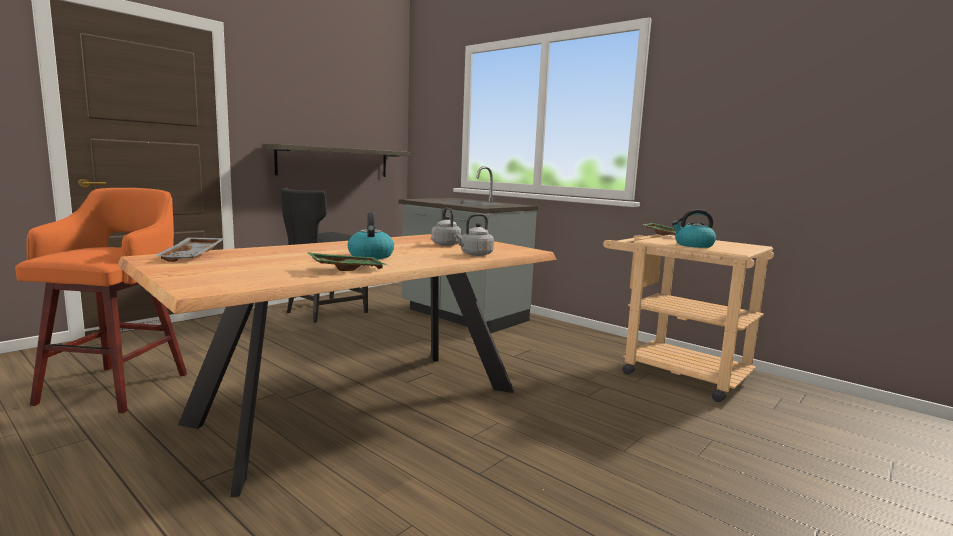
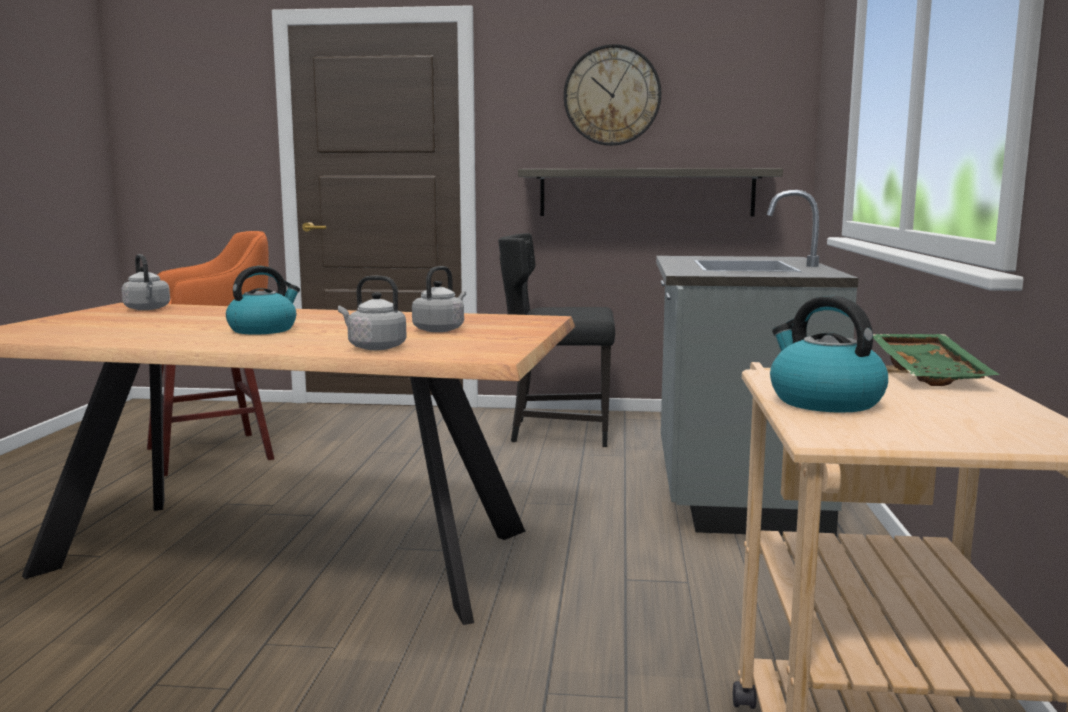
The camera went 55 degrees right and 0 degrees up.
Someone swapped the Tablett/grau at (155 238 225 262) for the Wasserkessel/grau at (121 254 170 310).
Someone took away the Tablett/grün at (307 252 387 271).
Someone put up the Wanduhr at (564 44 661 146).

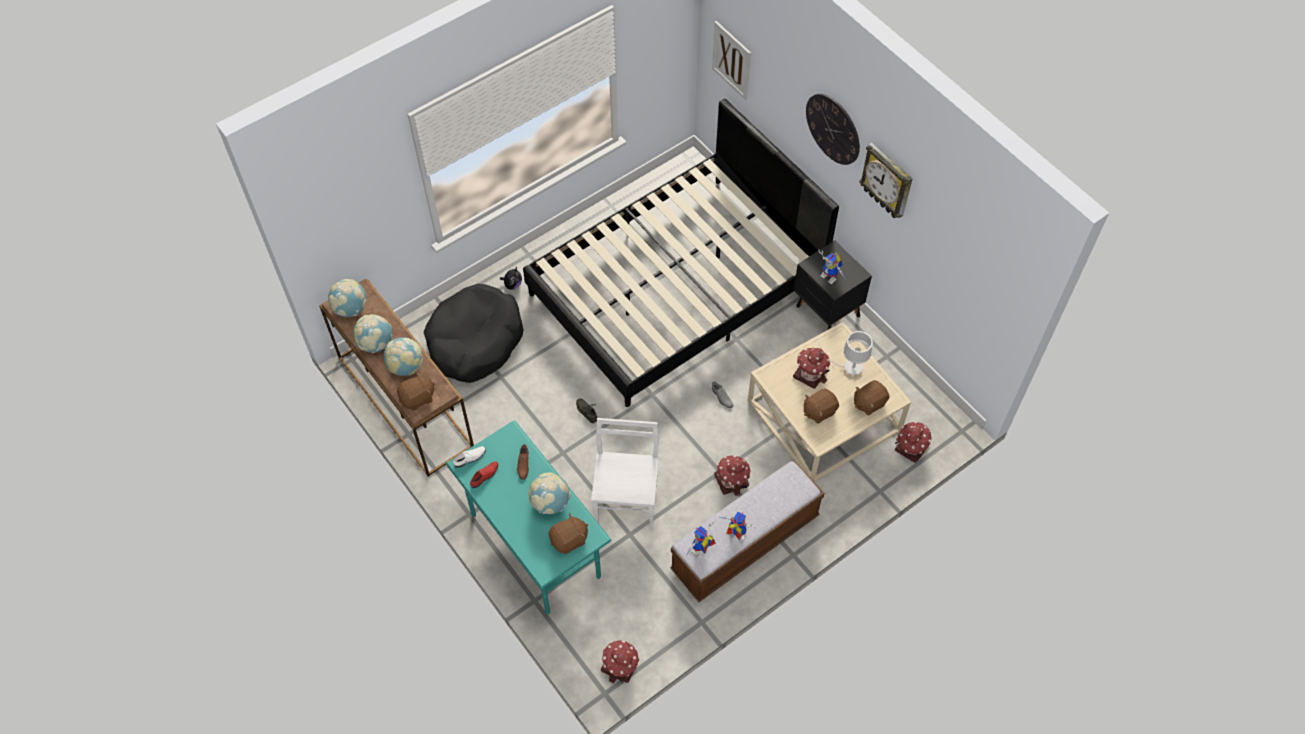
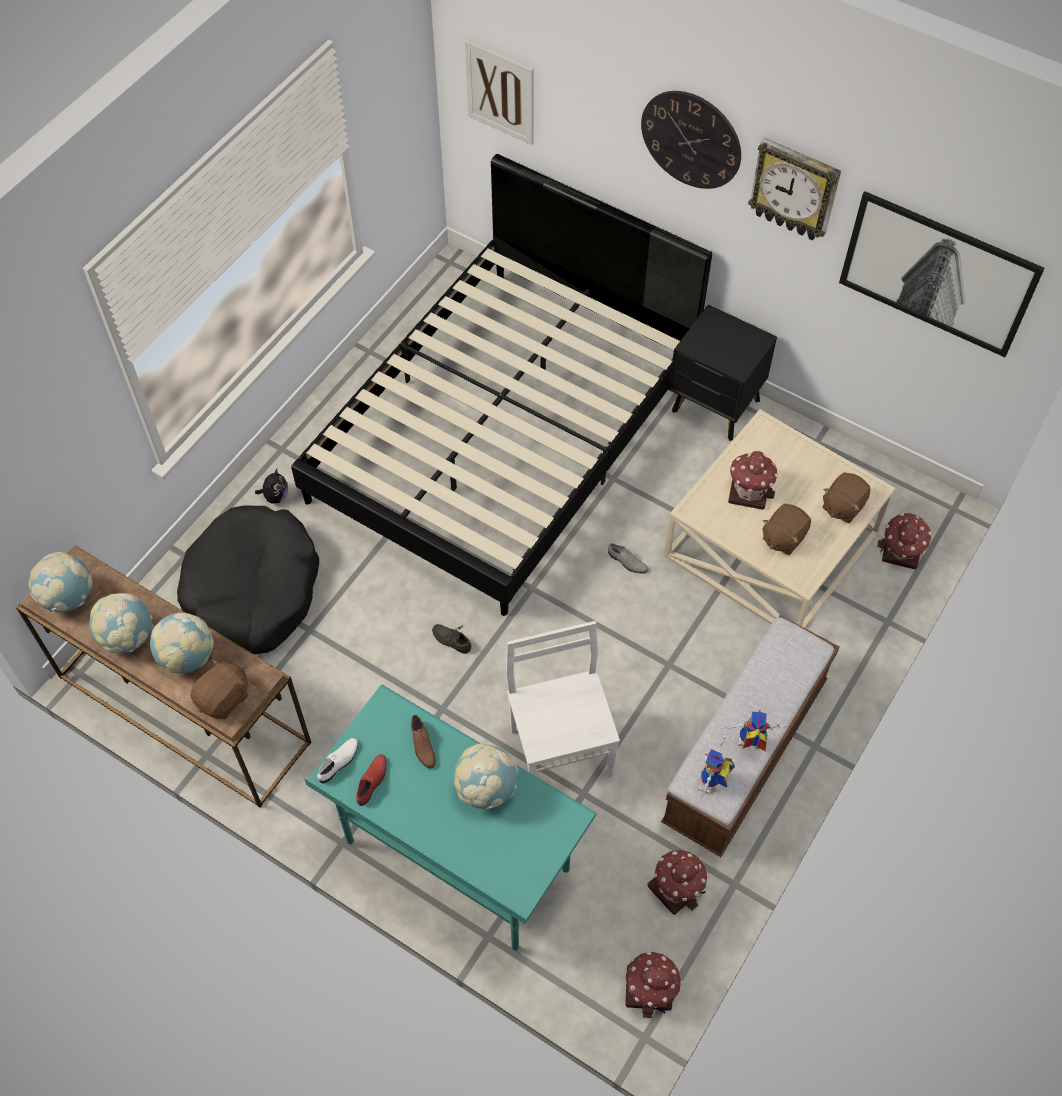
The camera went 20 degrees left and 0 degrees up.
Someone took away the Plüschtier/braun at (549 513 588 554).
Someone carried the Spielzeughaus from (714 455 751 496) to (647 850 707 915).
Someone took away the Spielzeugroboter at (818 250 845 285).
Someone took away the Tischlampe/weiß at (818 331 873 375).
Someone put up the Bild at (839 191 1045 357).

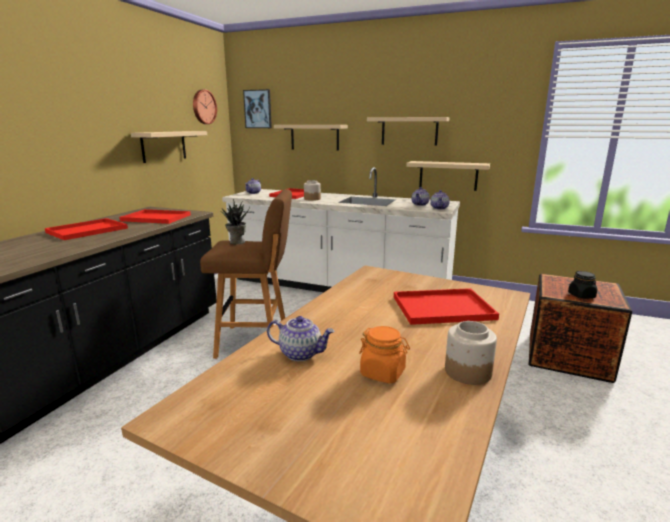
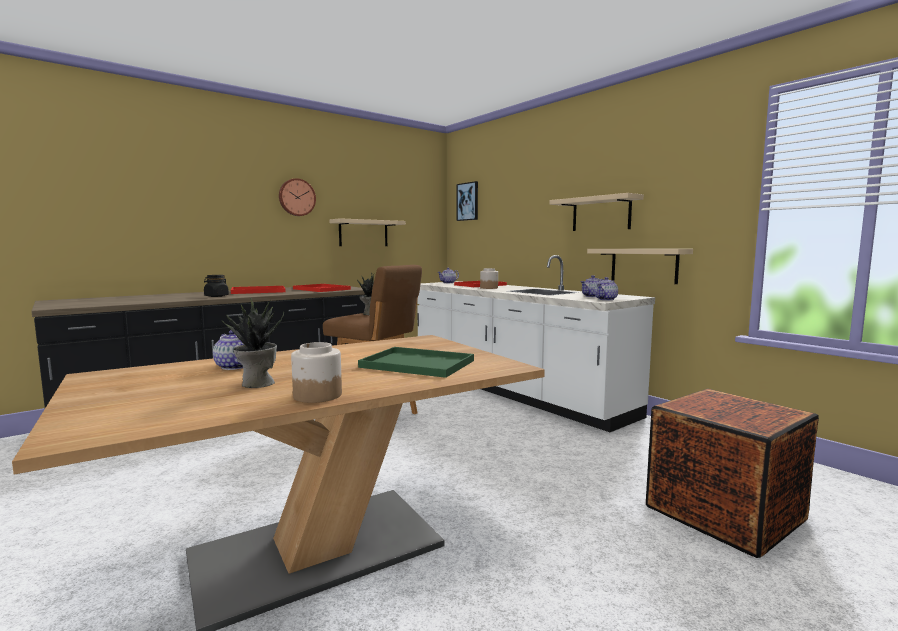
The camera went 30 degrees right and 10 degrees down.
Someone carried the Wanduhr from (193 90 217 124) to (279 178 316 216).
Someone took away the Wandregal/beige at (274 125 348 151).
Someone swapped the Vorratsglas/orange at (359 326 410 383) for the Topfpflanze at (222 298 284 388).
Someone repainted the Tablett/rot at (394 288 499 325), which became the Tablett/grün at (358 347 474 378).
Someone carried the Vorratsglas/schwarz from (568 271 597 299) to (204 275 229 297).

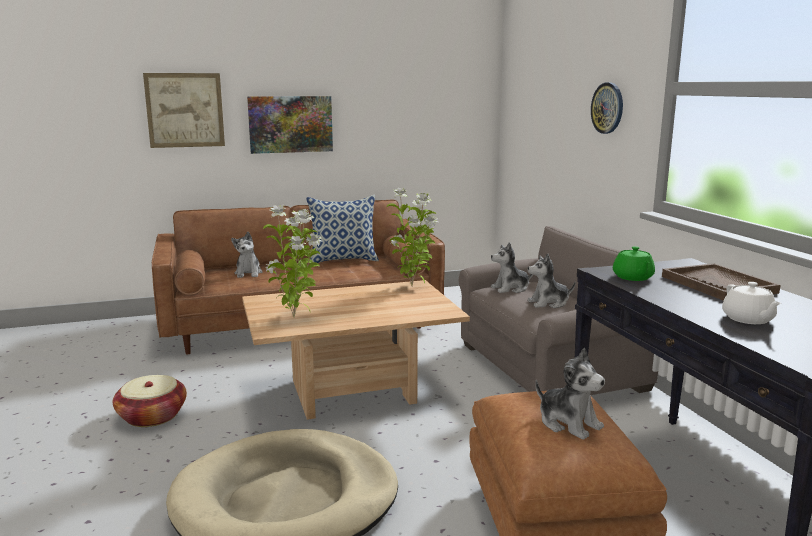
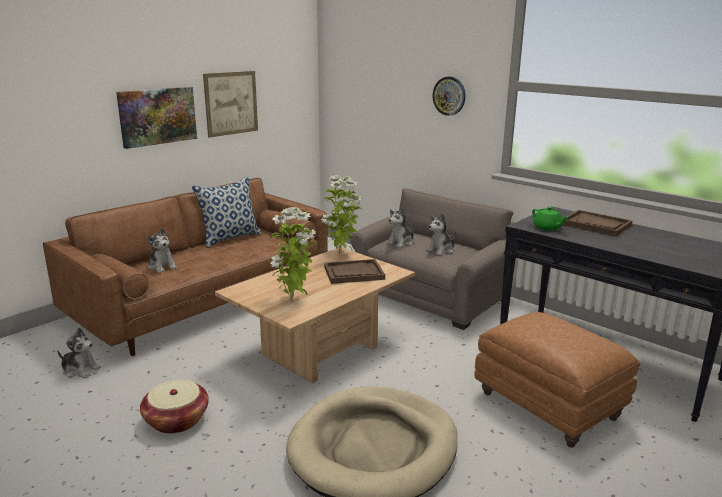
The camera went 30 degrees left and 5 degrees up.
Someone carried the Bild from (143 73 225 148) to (203 71 258 138).
Someone carried the Plüschtier from (535 348 605 440) to (57 328 101 378).
Someone took away the Teekanne/weiß at (722 282 782 324).
Someone put down the Tablett/braun at (324 259 385 284).

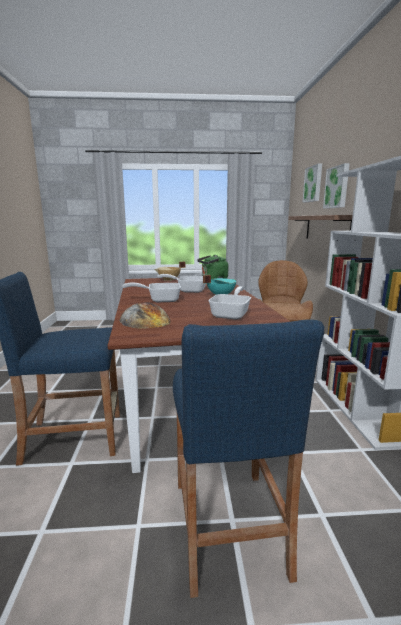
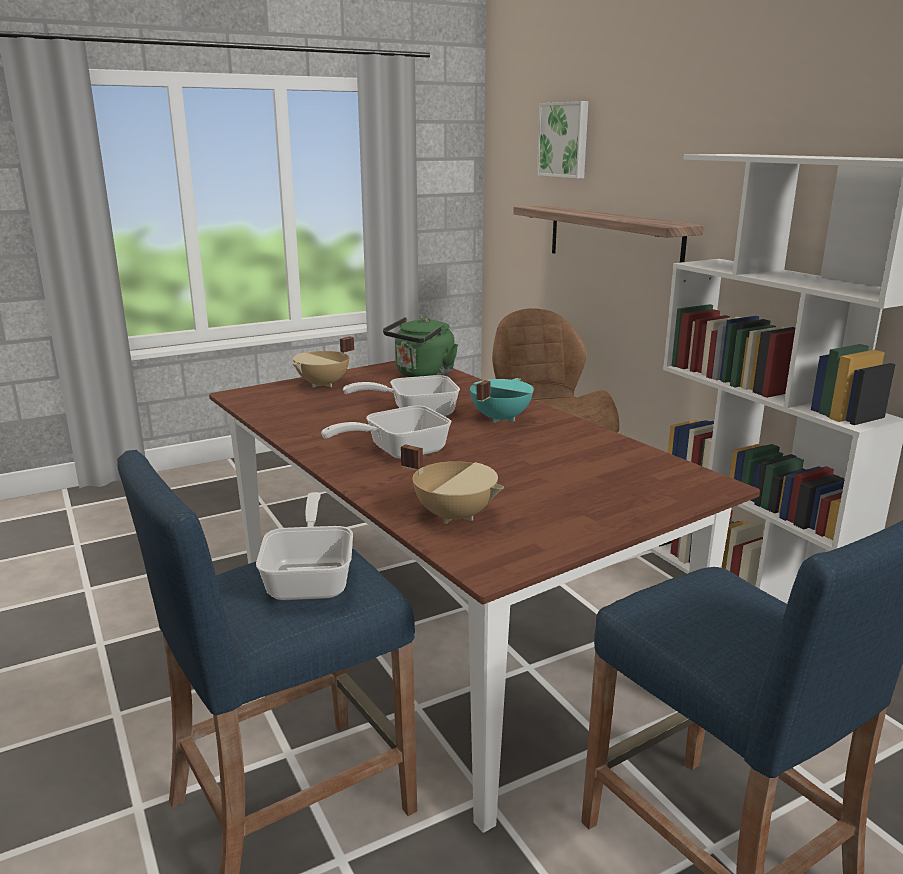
The camera went 25 degrees left and 5 degrees up.
Someone swapped the Brot at (120 302 171 329) for the Kochtopf/beige at (401 444 504 524).
Someone carried the Pfanne from (208 286 251 320) to (256 492 353 600).
Someone took away the Bild at (323 163 350 209).

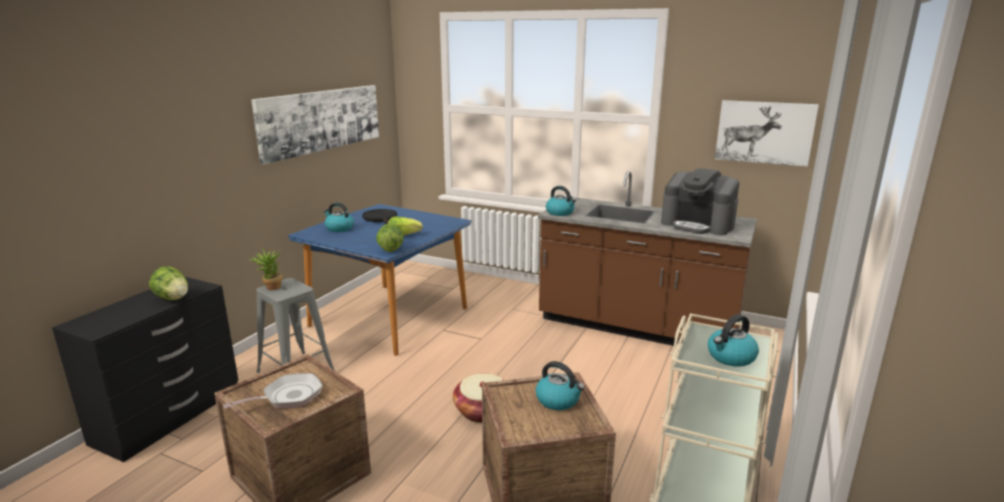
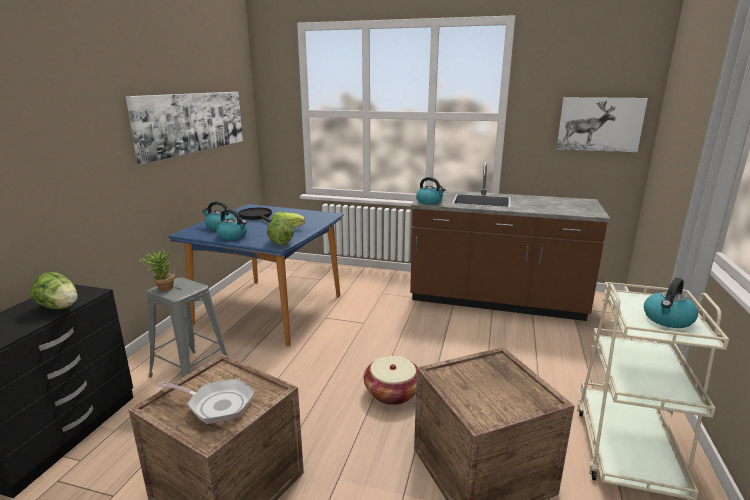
The camera went 10 degrees left and 0 degrees up.
Someone rotated the Pfanne at (223 373 323 409) by 60 degrees clockwise.
Someone carried the Wasserkessel from (536 361 585 410) to (216 209 247 240).
Someone took away the Kaffeemaschine at (661 168 739 236).

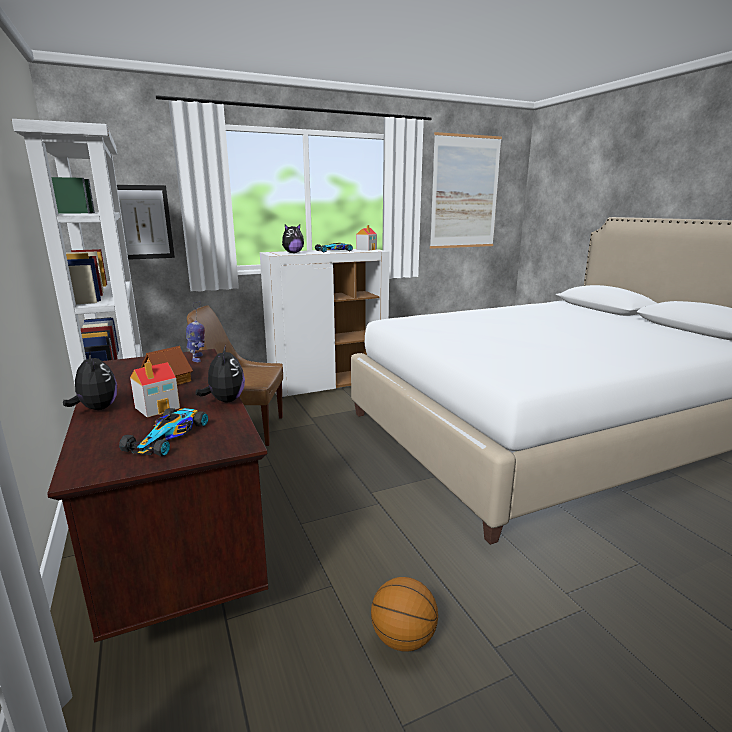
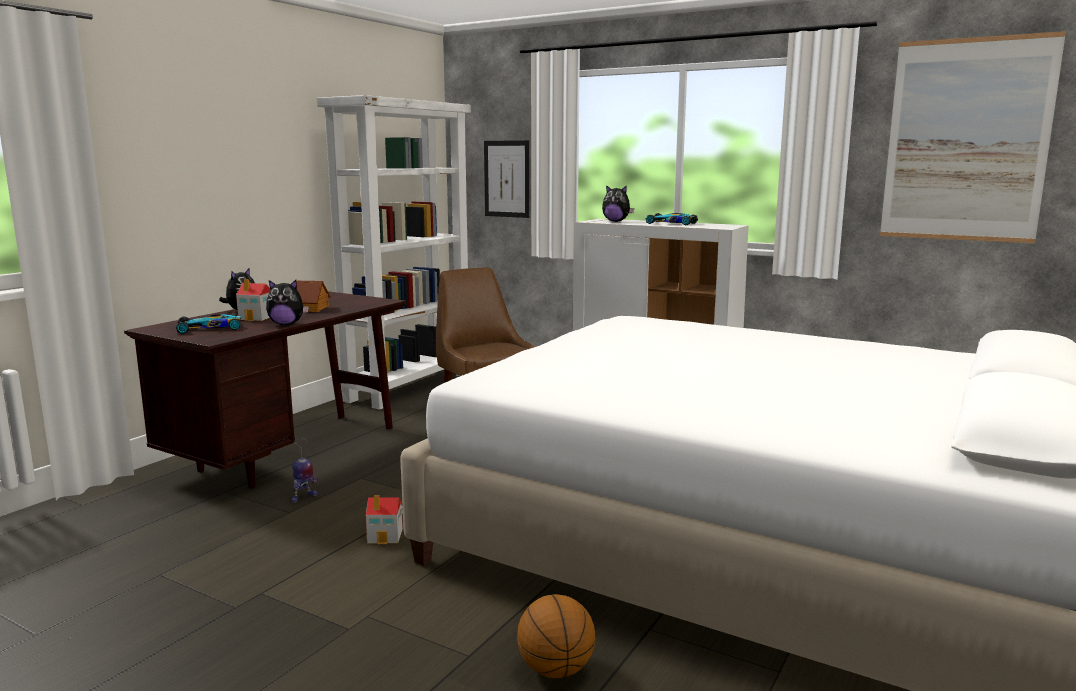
The camera went 55 degrees right and 5 degrees down.
Someone carried the Spielzeugroboter from (186 301 205 362) to (291 439 318 503).
Someone rotated the Plüschtier at (195 345 245 402) by 45 degrees clockwise.
Someone carried the Spielzeughaus from (356 225 377 251) to (366 495 403 544).
Someone carried the Basketball from (371 577 438 652) to (517 594 595 678).

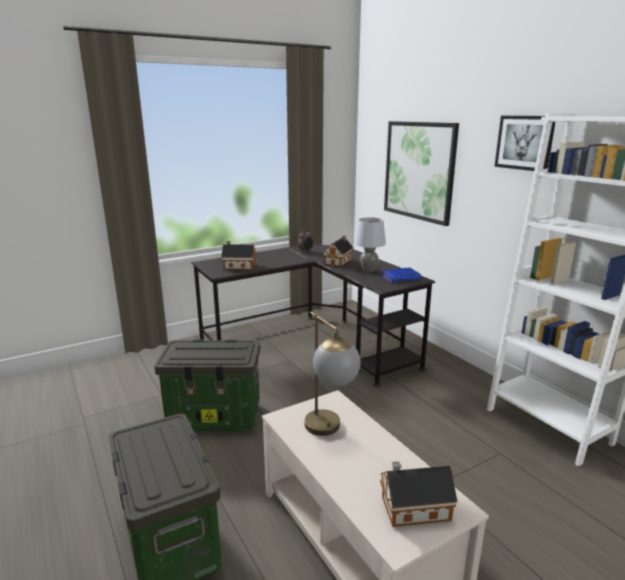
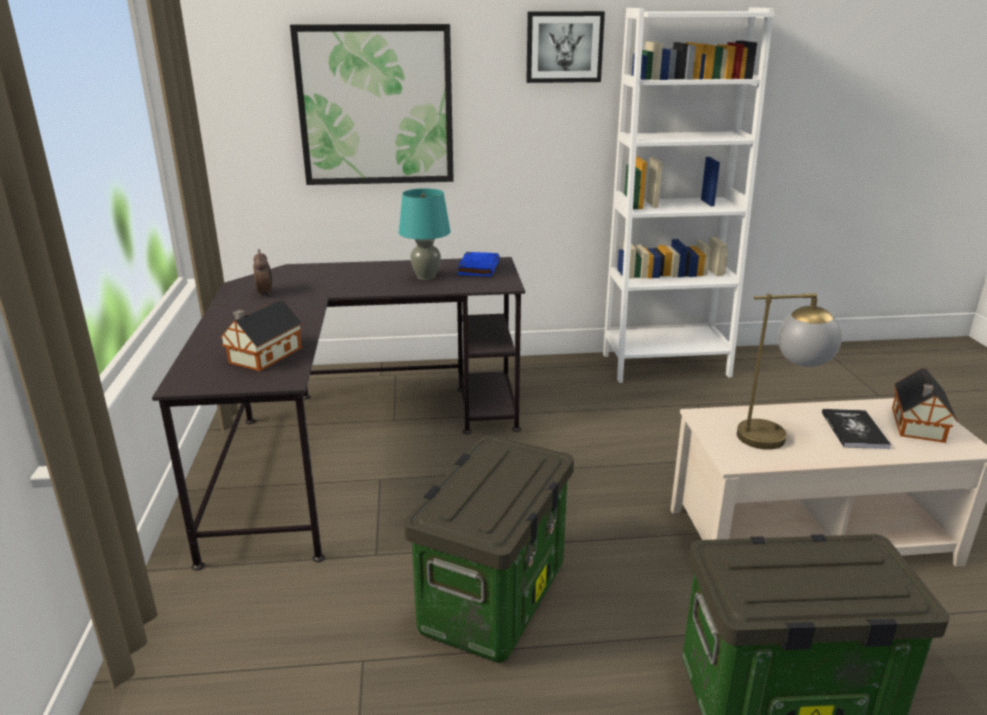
The camera went 65 degrees left and 5 degrees up.
Someone took away the Spielzeughaus at (322 236 353 267).
Someone repainted the Tischlampe/grau at (354 217 386 273), which became the Tischlampe/türkis at (399 188 451 280).
Someone put down the Buch at (822 409 891 449).

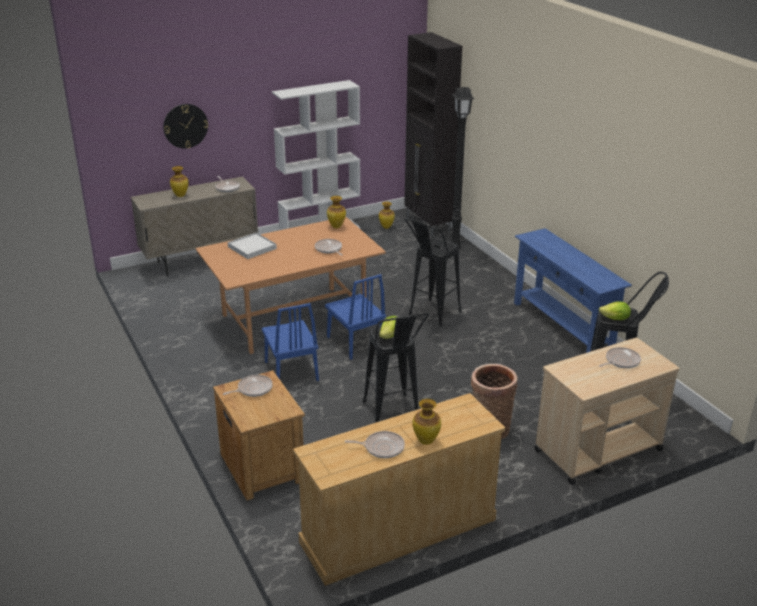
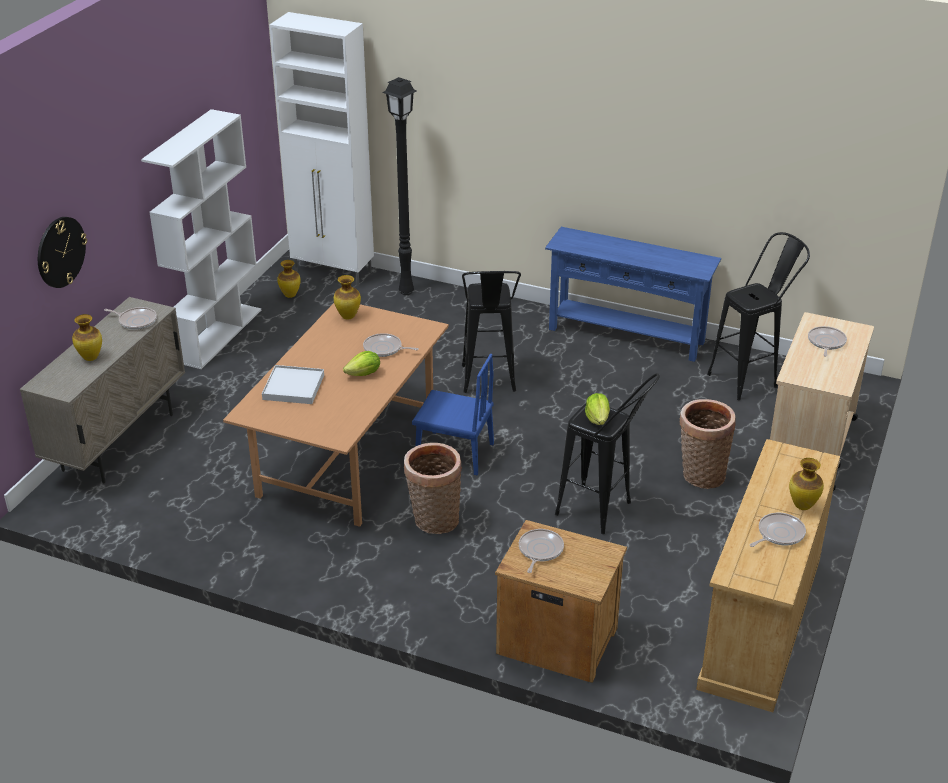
The camera went 40 degrees left and 5 degrees up.
Someone swapped the Stuhl/blau at (262 303 319 381) for the Korb at (404 443 462 534).
Someone repainted the Schrank/schwarz at (404 32 462 236), which became the Schrank/weiß at (269 12 374 286).
Someone carried the Salatkopf from (599 302 631 320) to (343 351 380 376).

